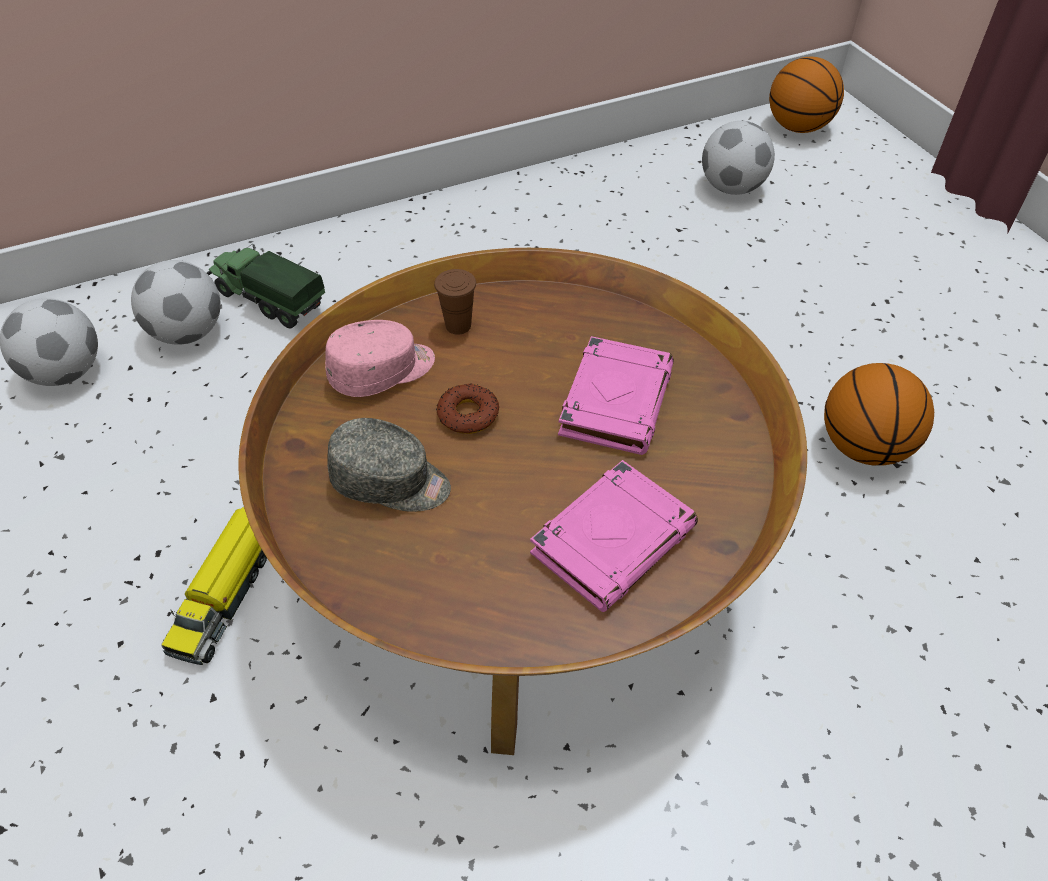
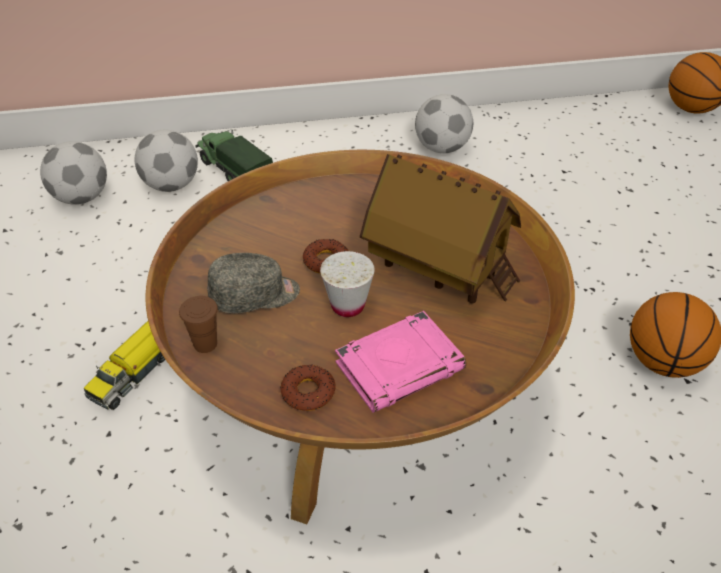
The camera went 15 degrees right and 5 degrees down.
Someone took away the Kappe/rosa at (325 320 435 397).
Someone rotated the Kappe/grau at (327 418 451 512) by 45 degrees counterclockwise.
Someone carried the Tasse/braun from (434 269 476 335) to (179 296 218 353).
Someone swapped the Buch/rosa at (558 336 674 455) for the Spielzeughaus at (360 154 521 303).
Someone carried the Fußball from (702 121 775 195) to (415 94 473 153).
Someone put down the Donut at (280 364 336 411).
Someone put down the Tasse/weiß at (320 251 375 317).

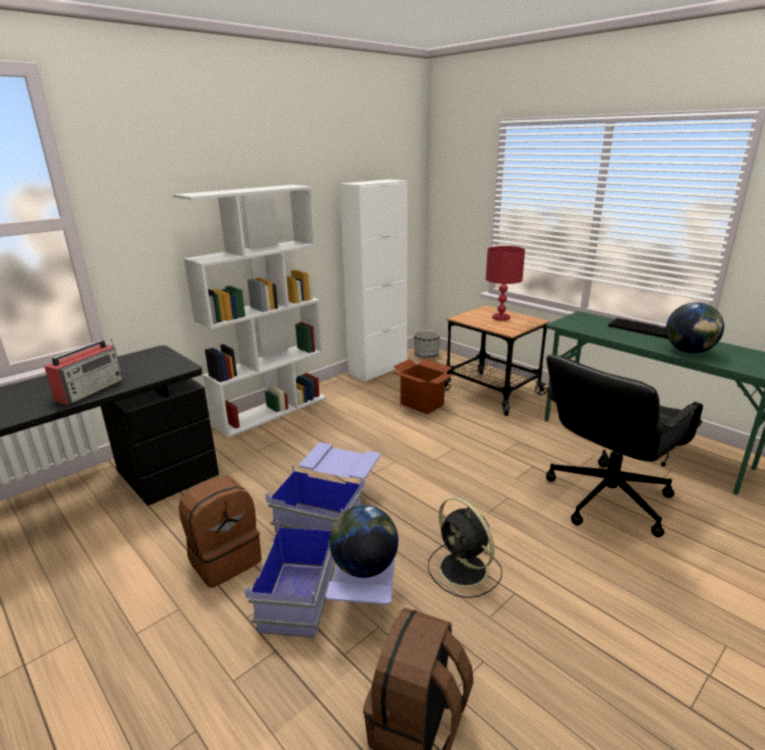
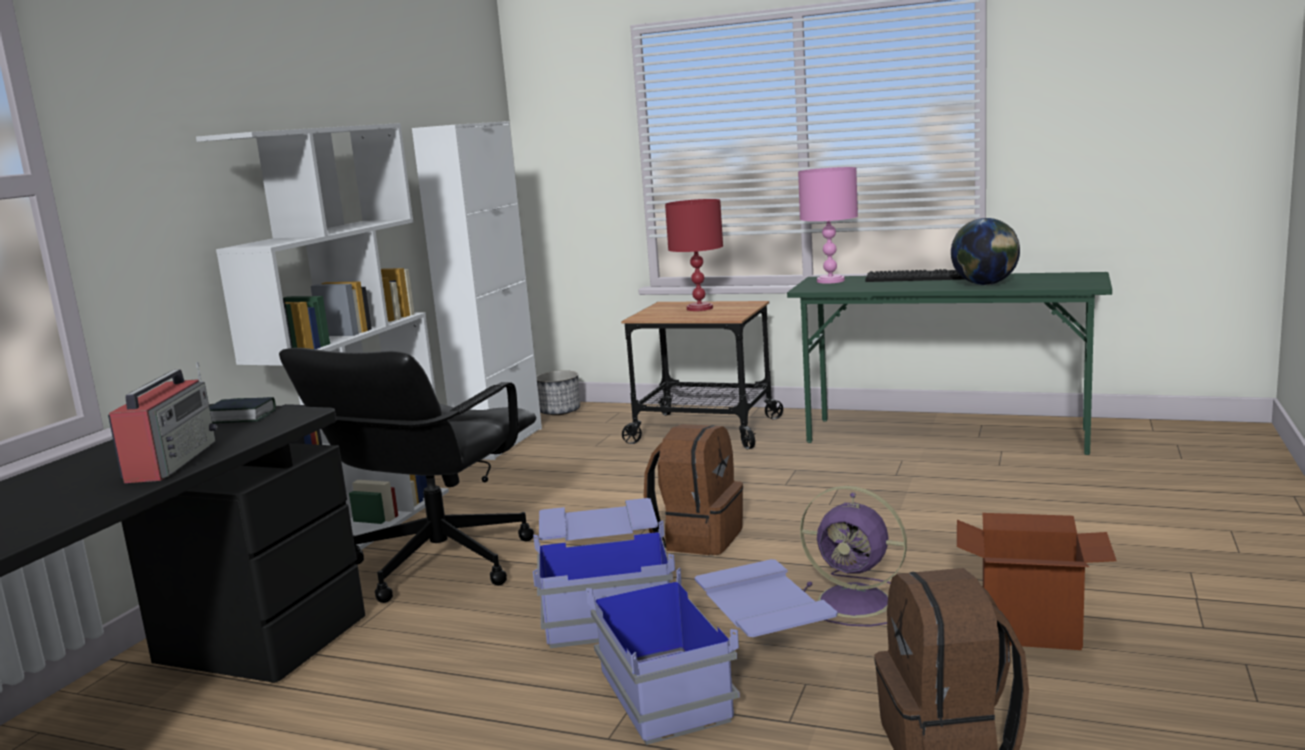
The camera went 25 degrees left and 10 degrees down.
Someone carried the Rucksack/braun from (178 476 262 588) to (644 424 743 555).
Someone took away the Globus at (329 505 398 578).
Someone carried the Karton from (393 359 453 415) to (957 513 1116 650).
Someone repainted the Ventilator/schwarz at (428 497 502 598), which became the Ventilator/lila at (800 486 907 627).
Someone carried the Bürostuhl/schwarz from (546 355 703 537) to (279 348 536 603).
Someone put down the Buch at (209 397 276 423).
Someone put down the Tischlampe/rosa at (798 167 858 284).

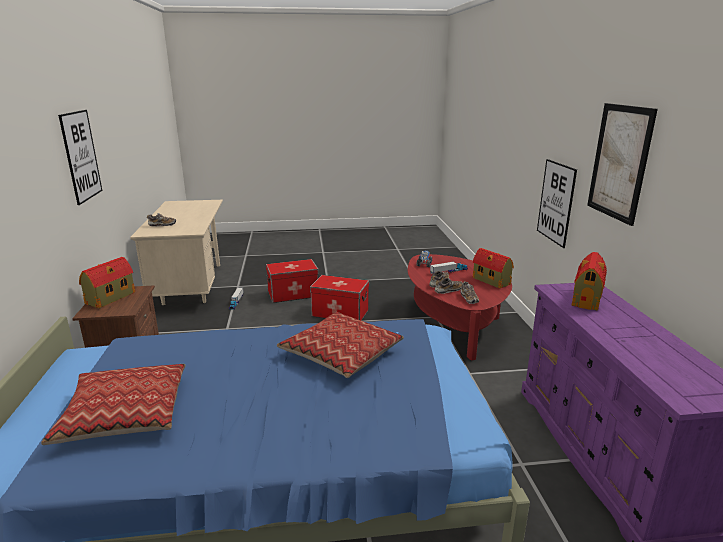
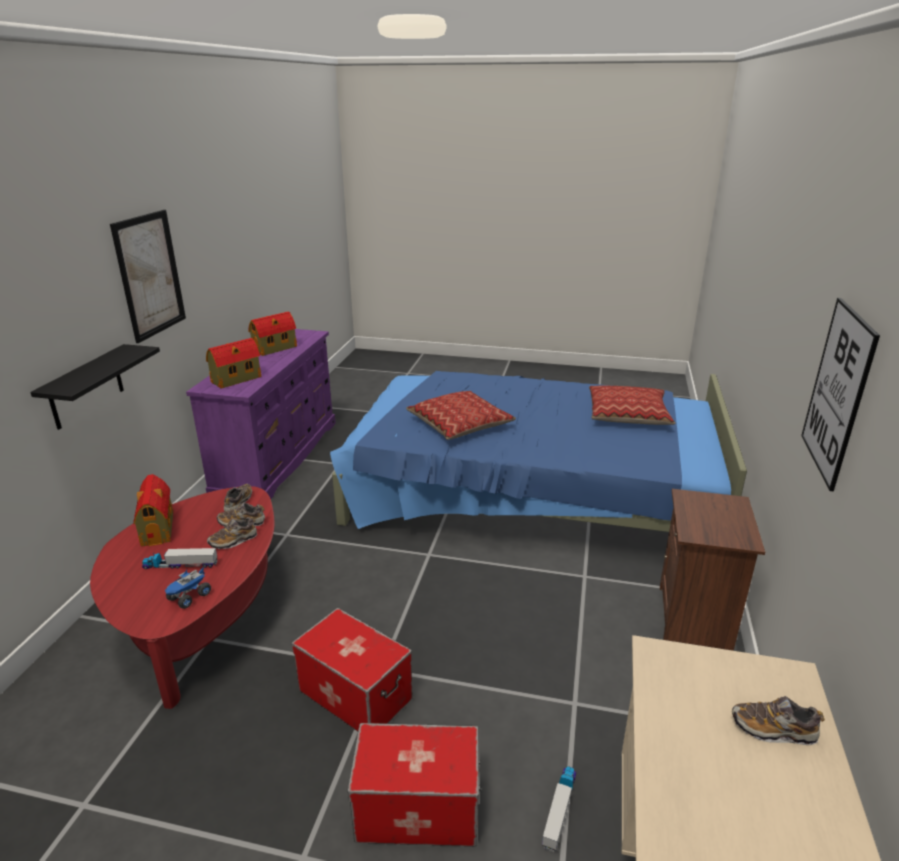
The camera went 160 degrees left and 5 degrees up.
Someone carried the Spielzeughaus from (79 257 135 308) to (249 312 297 356).
Someone swapped the Bild at (537 159 577 248) for the Wandregal/schwarz at (30 344 160 430).

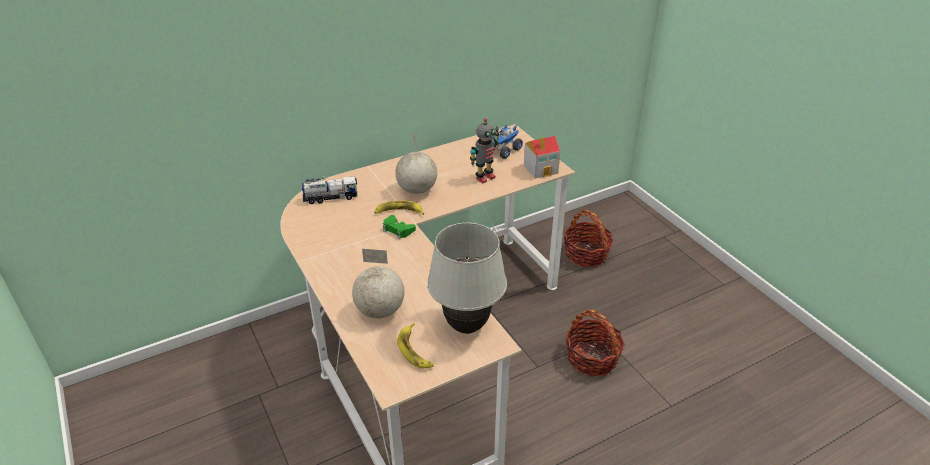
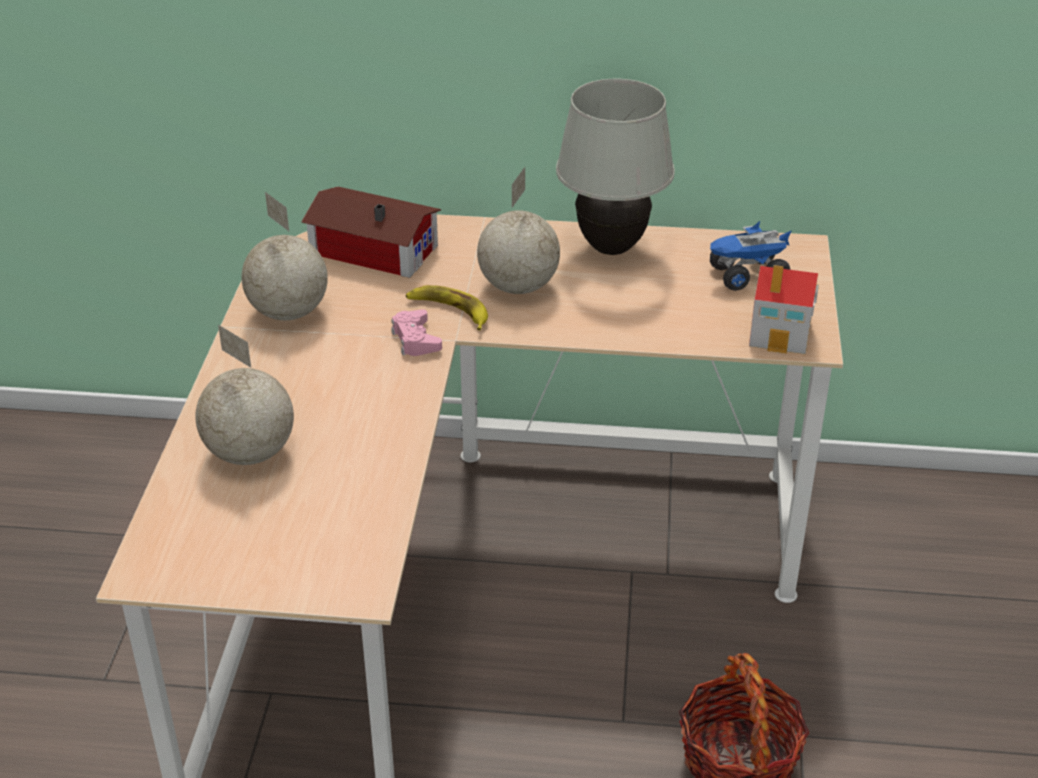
The camera went 35 degrees right and 0 degrees up.
Someone swapped the Spielzeuglaster at (302 176 357 204) for the Spielzeughaus at (301 187 441 278).
Someone repainted the Gamepad/grün at (383 215 416 239), which became the Gamepad/rosa at (391 309 442 356).
Someone took away the Banane at (397 323 434 368).
Someone carried the Tischlampe/weiß from (427 223 507 334) to (556 79 675 255).
Someone took away the Spielzeugroboter at (470 118 500 183).
Someone took away the Korb at (564 210 613 267).
Someone put down the Globus at (241 192 328 320).

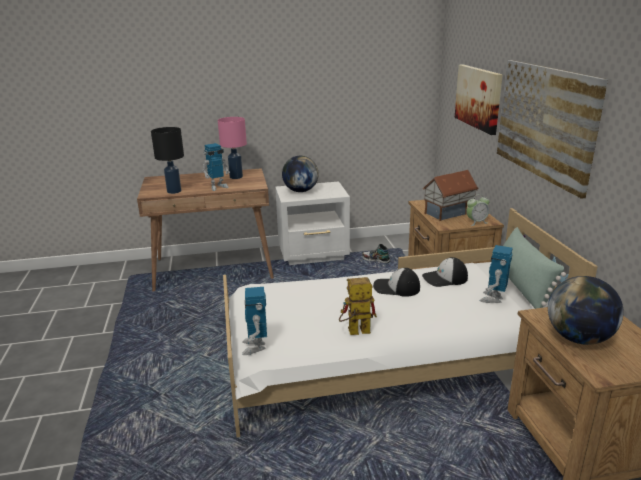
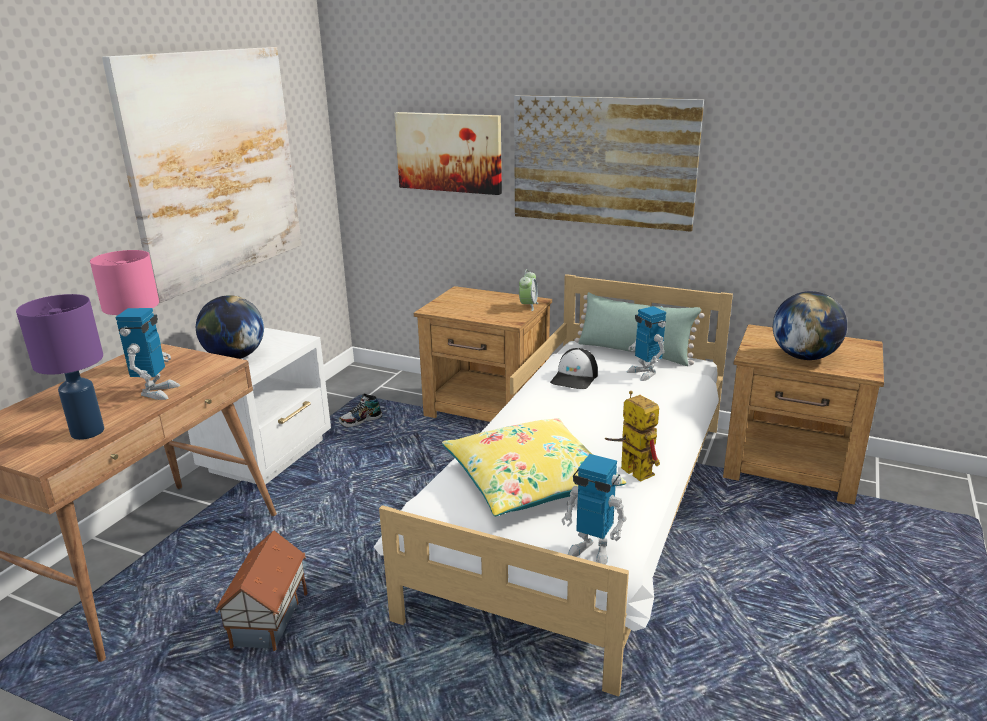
The camera went 55 degrees left and 0 degrees up.
Someone repainted the Tischlampe/schwarz at (151 127 184 194), which became the Tischlampe/lila at (16 294 104 440).
Someone rotated the Spielzeugroboter at (339 277 377 335) by 120 degrees clockwise.
Someone took away the Kappe at (373 268 420 297).
Someone carried the Spielzeughaus from (423 170 479 221) to (215 531 308 651).
Someone put up the Bild at (102 47 302 303).
Someone put down the Kissen/gelb at (442 418 626 516).

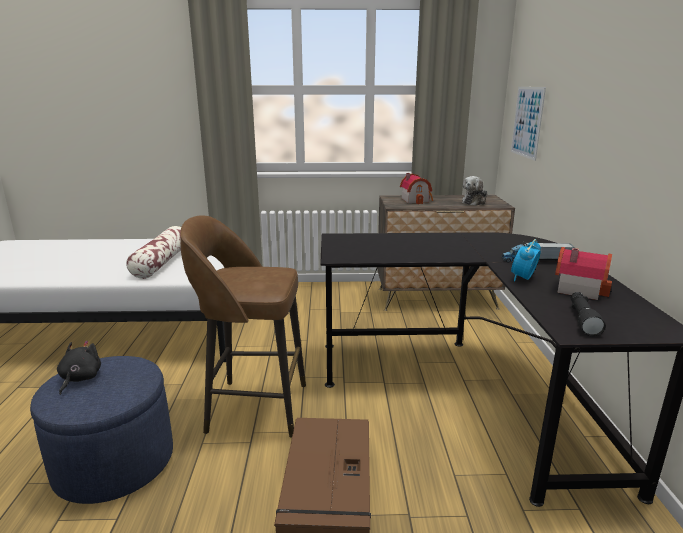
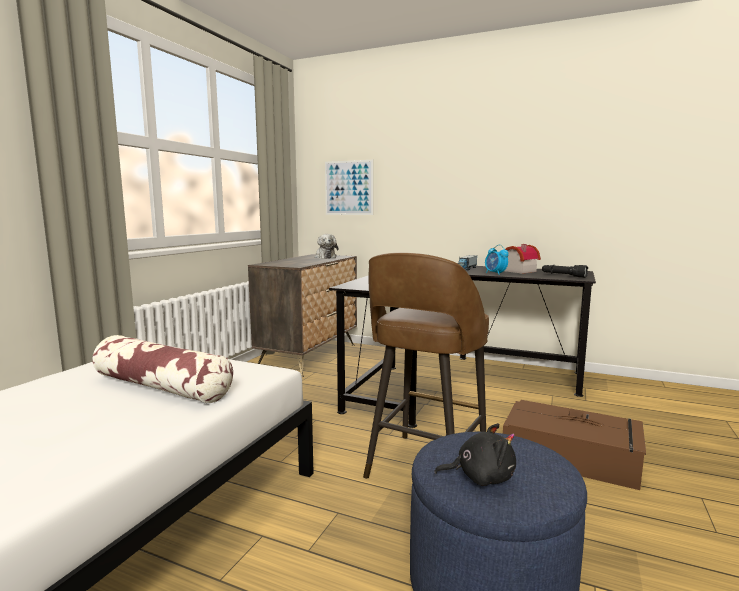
The camera went 65 degrees left and 10 degrees down.
Someone rotated the Plüschtier/schwarz at (57 341 101 395) by 150 degrees clockwise.
Someone took away the Spielzeughaus at (400 173 433 204).

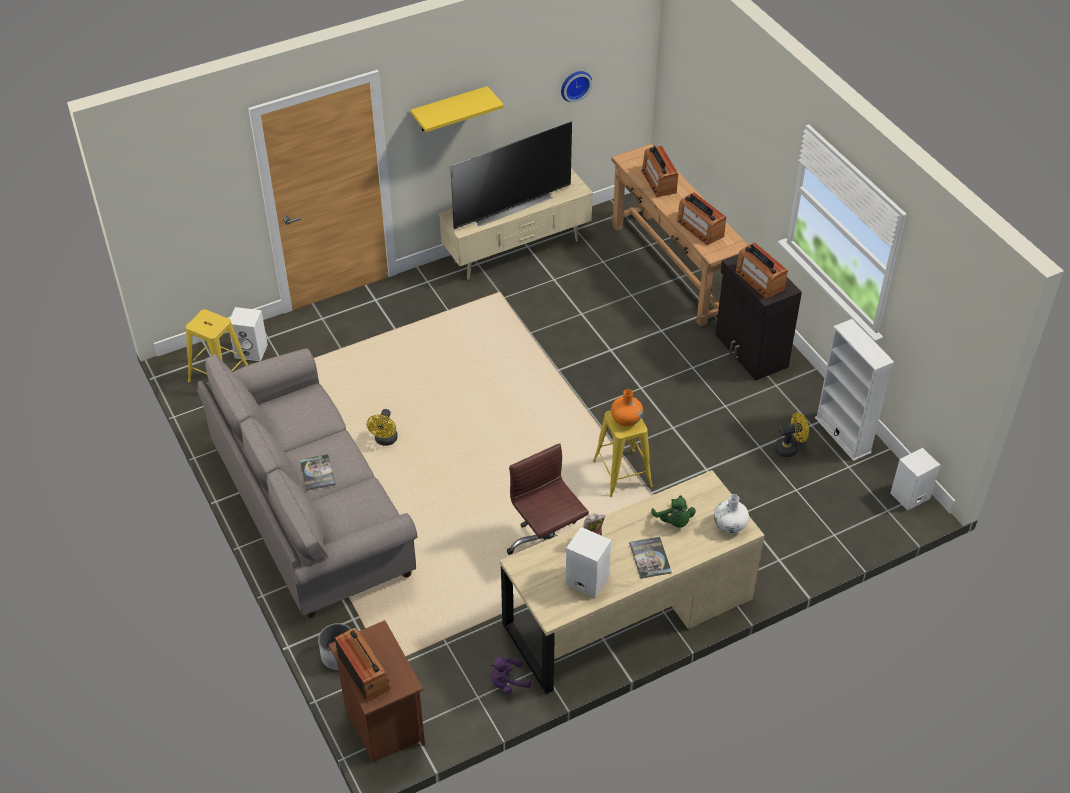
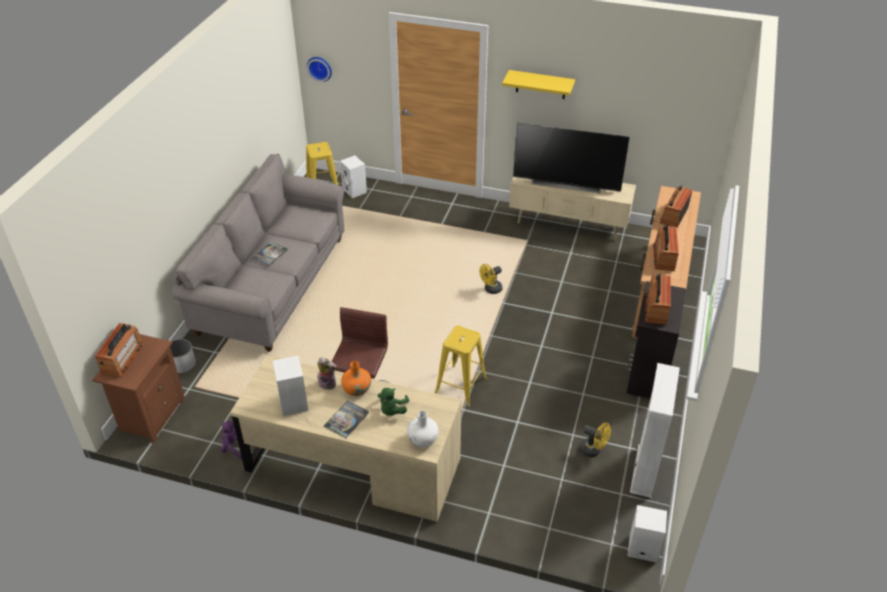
The camera went 45 degrees right and 5 degrees down.
Someone carried the Ventilator/gelb from (367 409 398 446) to (479 264 503 294).
Someone carried the Wanduhr from (561 71 592 102) to (307 57 332 82).
Someone carried the Vase/orange from (611 389 643 426) to (341 361 371 396).

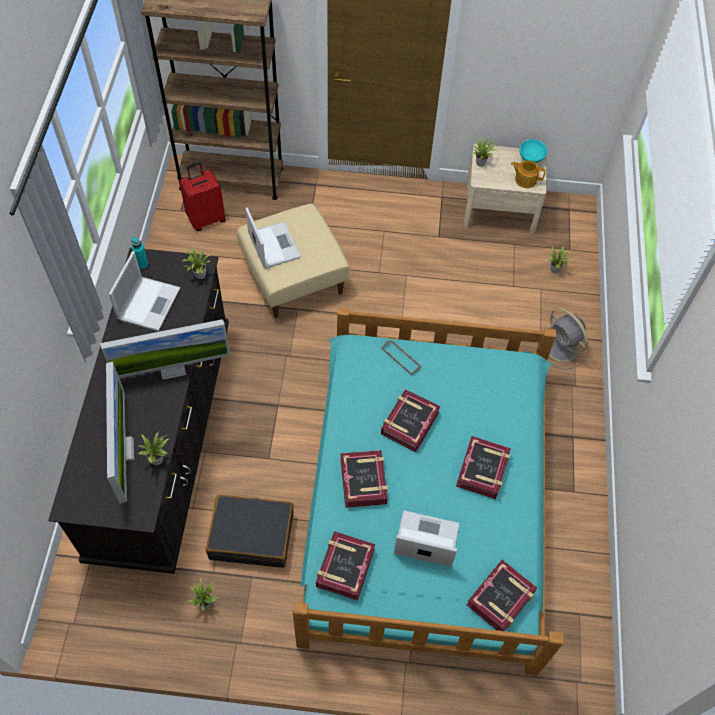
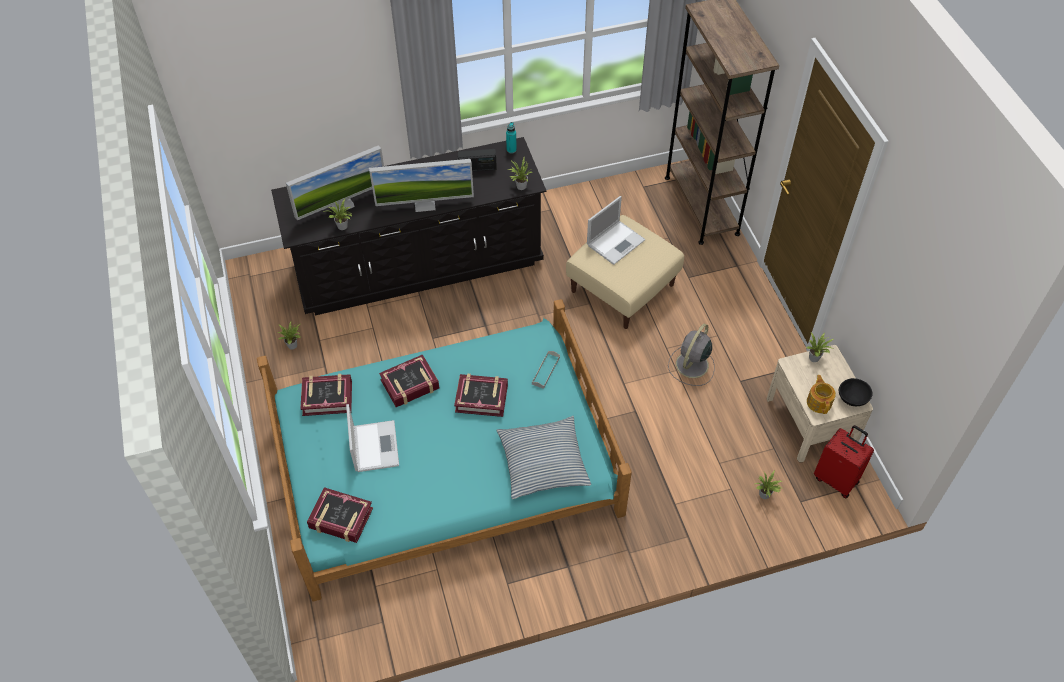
The camera went 70 degrees right and 5 degrees down.
Someone rotated the Monitor at (100 319 230 380) by 60 degrees counterclockwise.
Someone swapped the Laptop at (109 251 180 331) for the Radio at (458 149 497 172).
Someone carried the Koffer/rot from (179 162 226 231) to (814 425 874 498).
Someone took away the Koffer/schwarz at (206 495 294 568).
Someone took away the Buch at (456 436 511 499).
Someone repainted the Schüssel/türkis at (520 139 548 163), which became the Schüssel/schwarz at (839 378 873 406).
Someone carried the Ventilator/grau from (538 308 588 369) to (668 324 715 386).
Someone put down the Kissen at (497 416 591 499).

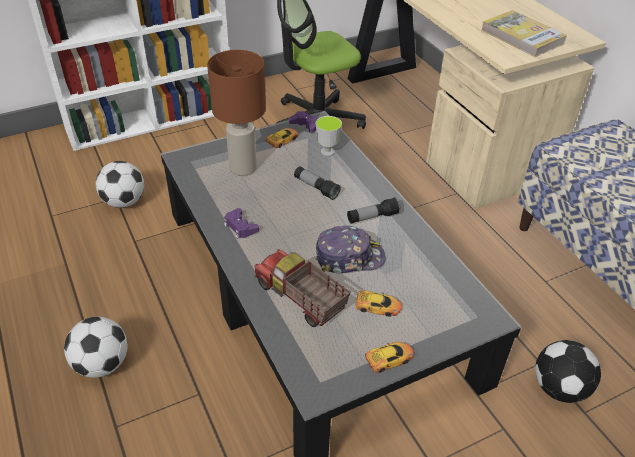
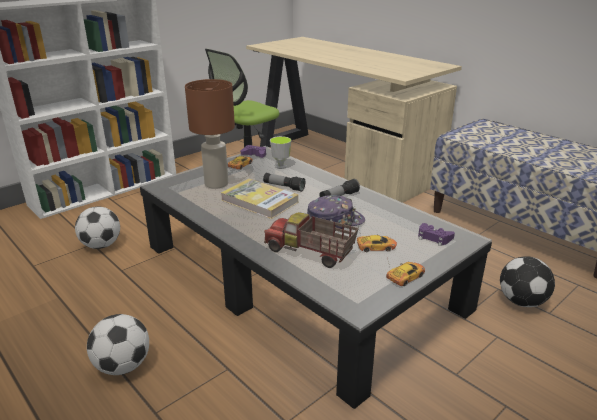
The camera went 15 degrees left and 15 degrees down.
Someone carried the Gamepad/lila from (224 208 259 239) to (418 223 455 246).
Someone carried the Buch from (482 10 567 57) to (221 179 298 219).

